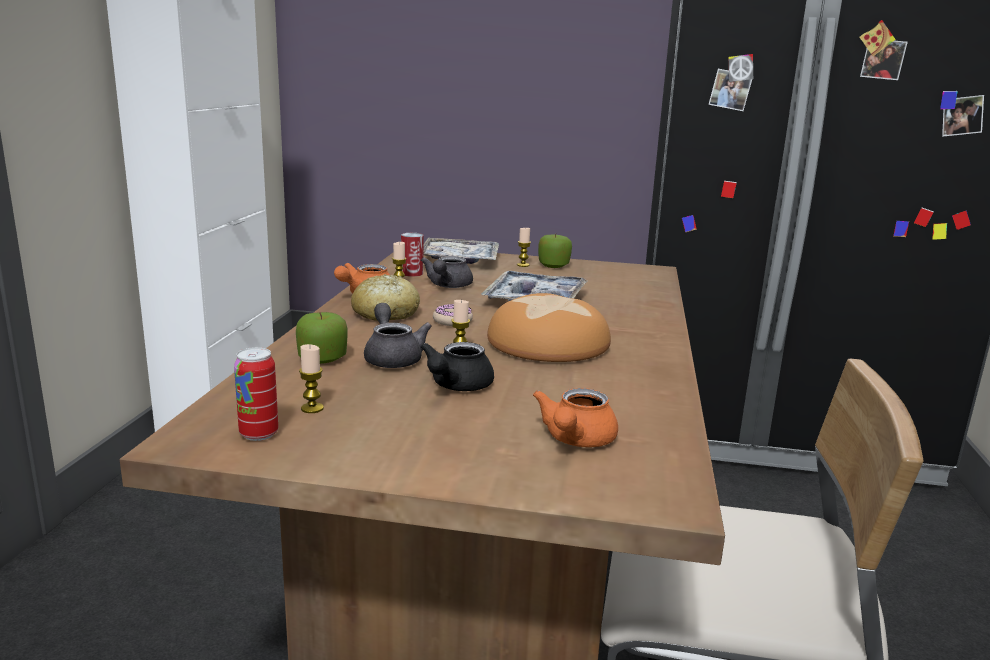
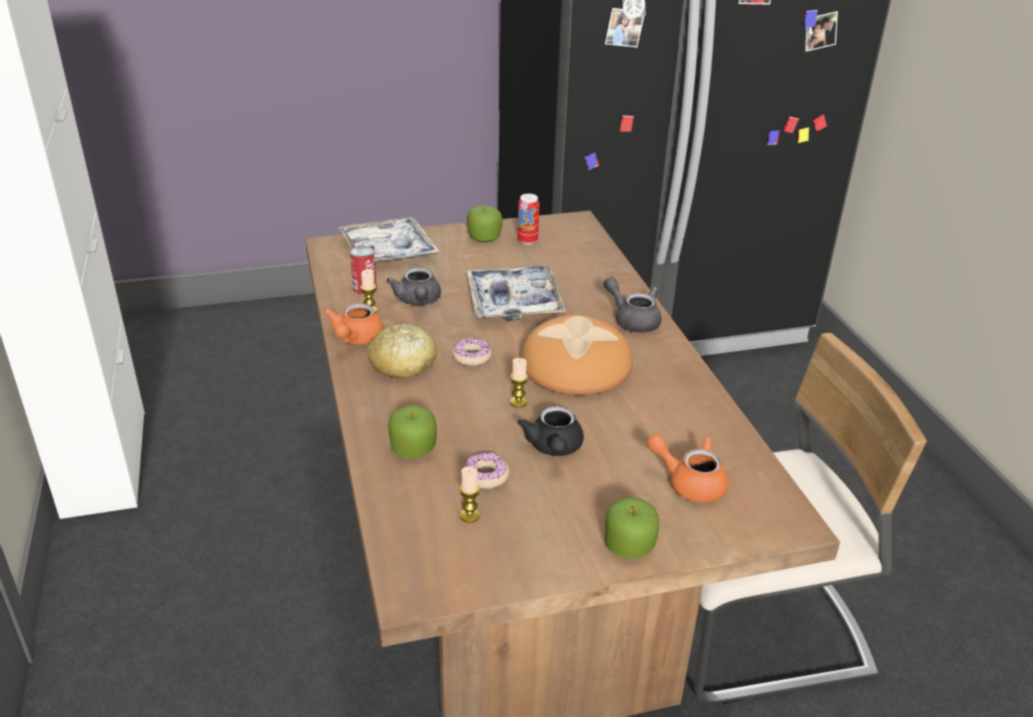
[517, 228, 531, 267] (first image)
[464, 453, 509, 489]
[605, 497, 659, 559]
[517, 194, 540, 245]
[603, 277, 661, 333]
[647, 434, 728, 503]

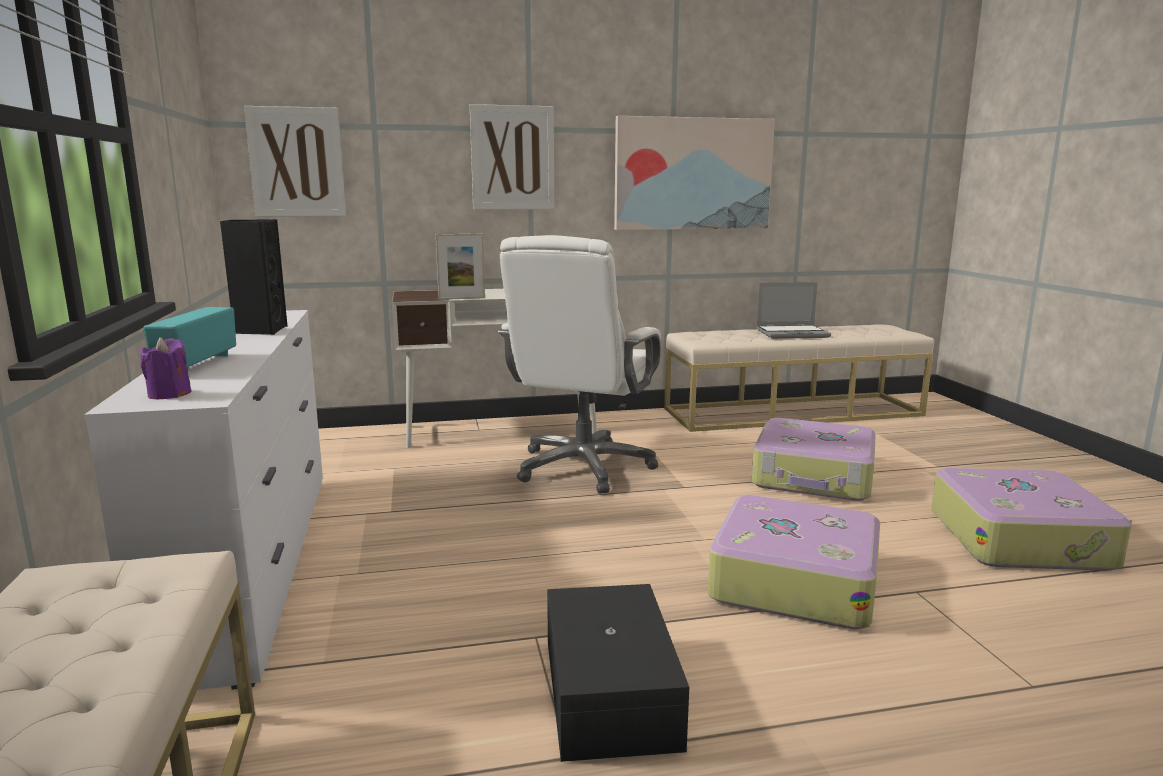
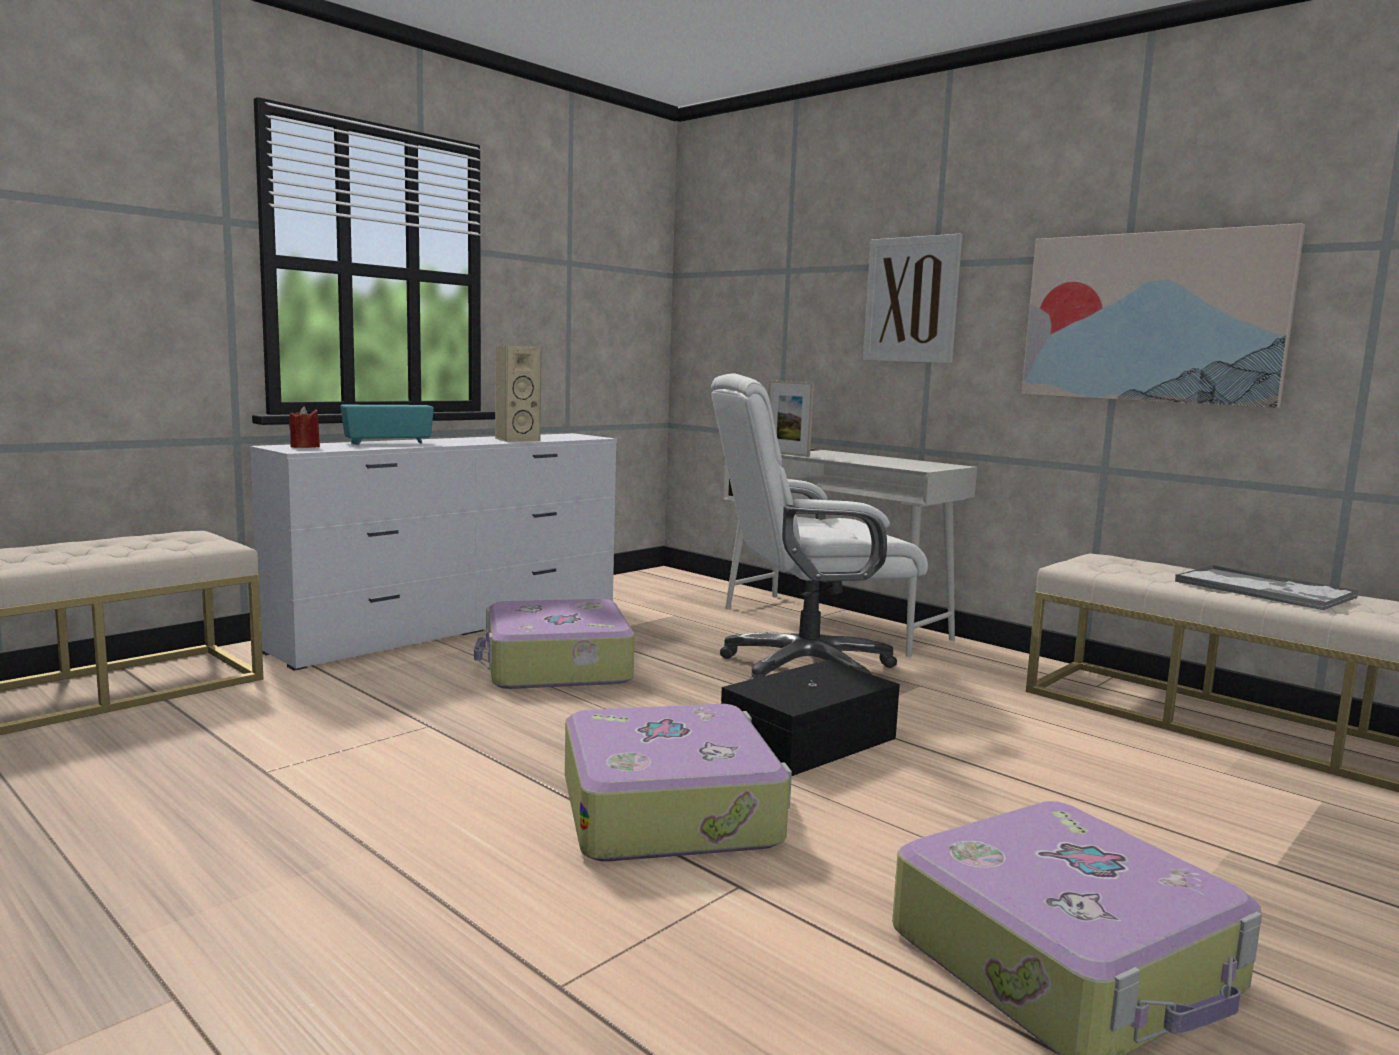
[244, 106, 346, 217] (first image)
[721, 660, 900, 776]
[474, 599, 635, 689]
[1175, 565, 1358, 611]
[289, 407, 320, 448]
[495, 345, 542, 442]

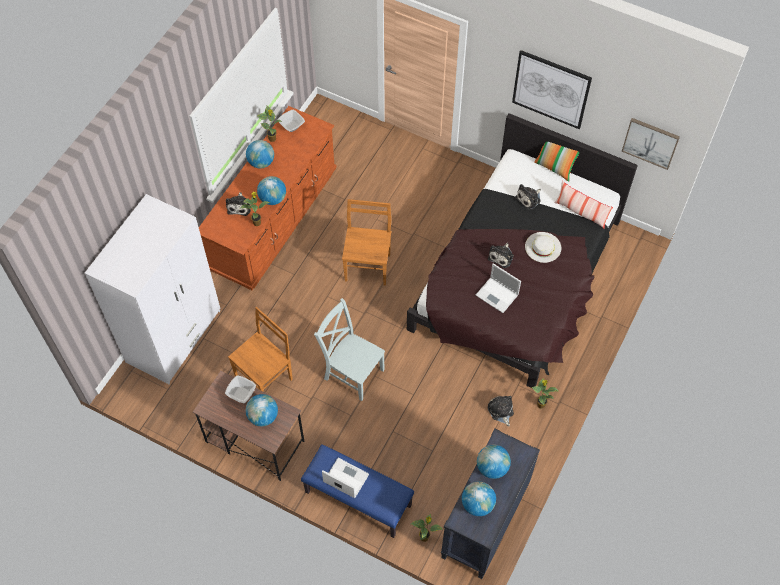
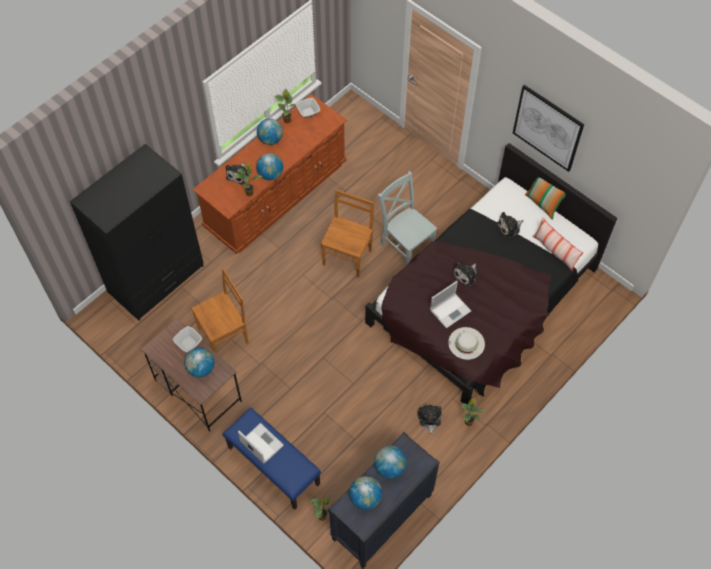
[622, 118, 680, 170] (first image)
[378, 171, 437, 265]
[448, 327, 485, 360]
[70, 144, 204, 321]
[430, 281, 471, 328]

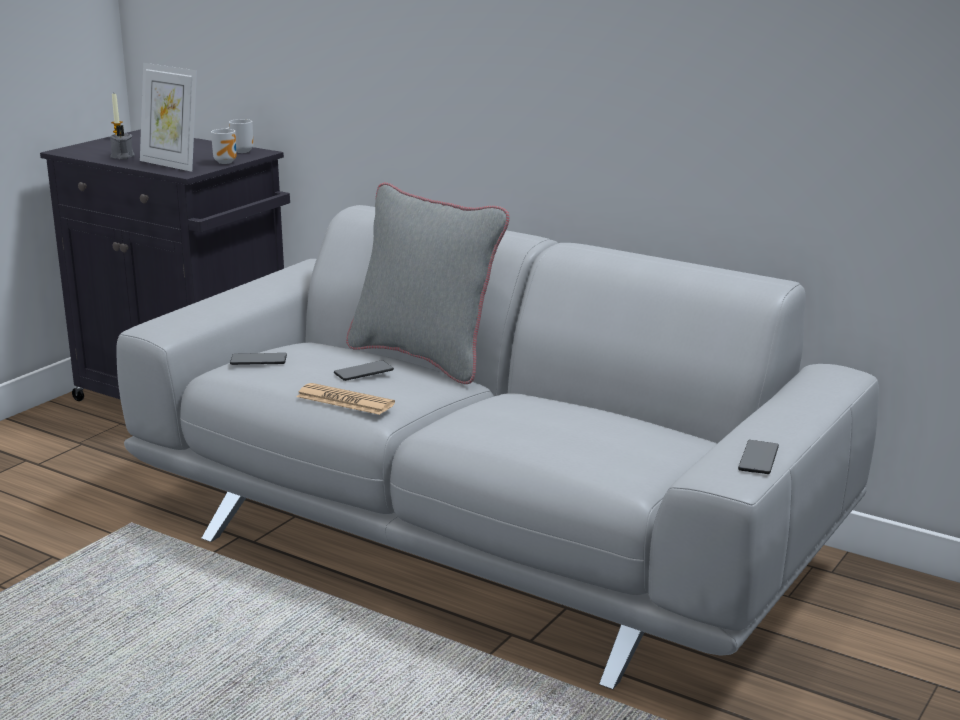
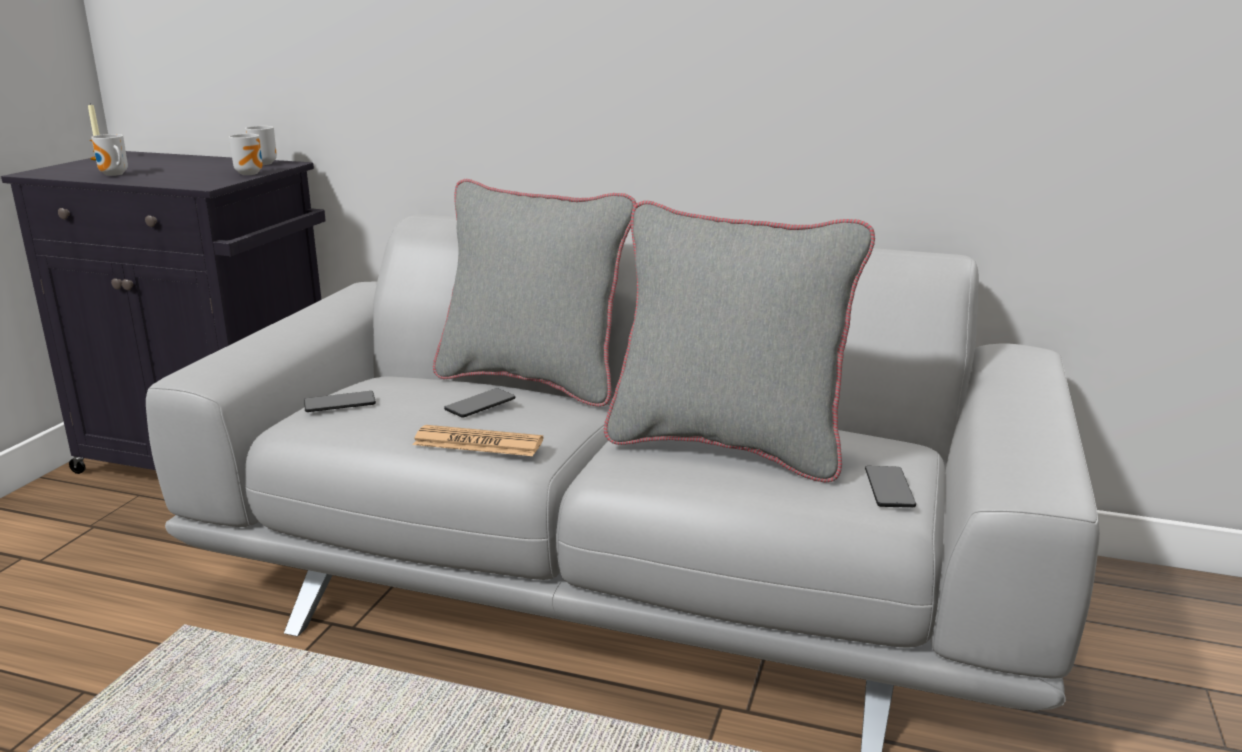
[140, 63, 197, 172] (first image)
[604, 201, 875, 483]
[865, 466, 916, 507]
[91, 134, 128, 176]

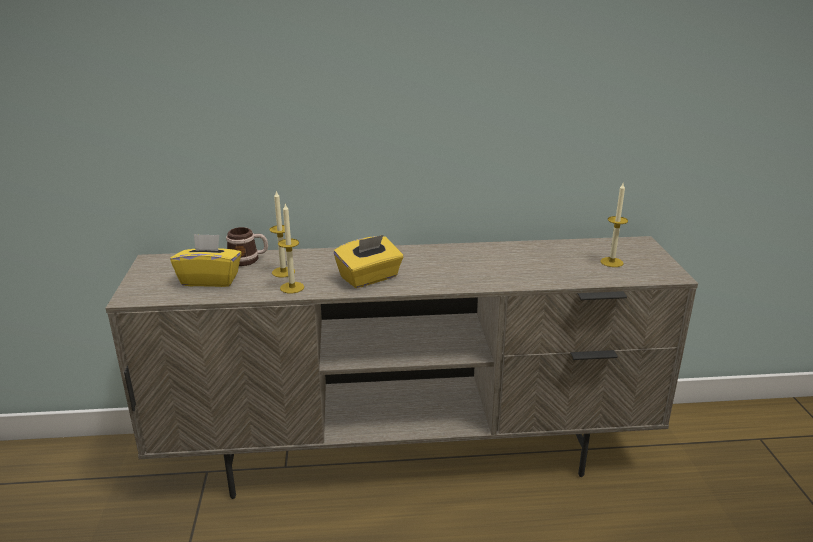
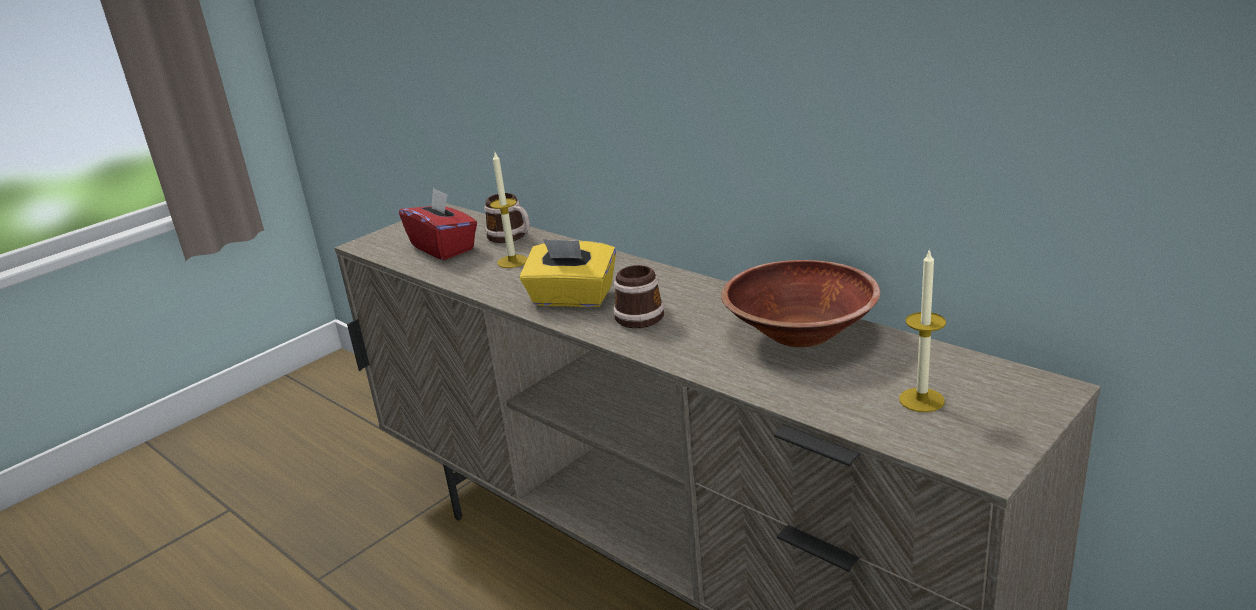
[278, 204, 304, 293] (first image)
[613, 265, 664, 328]
[721, 260, 880, 347]
[399, 187, 477, 260]

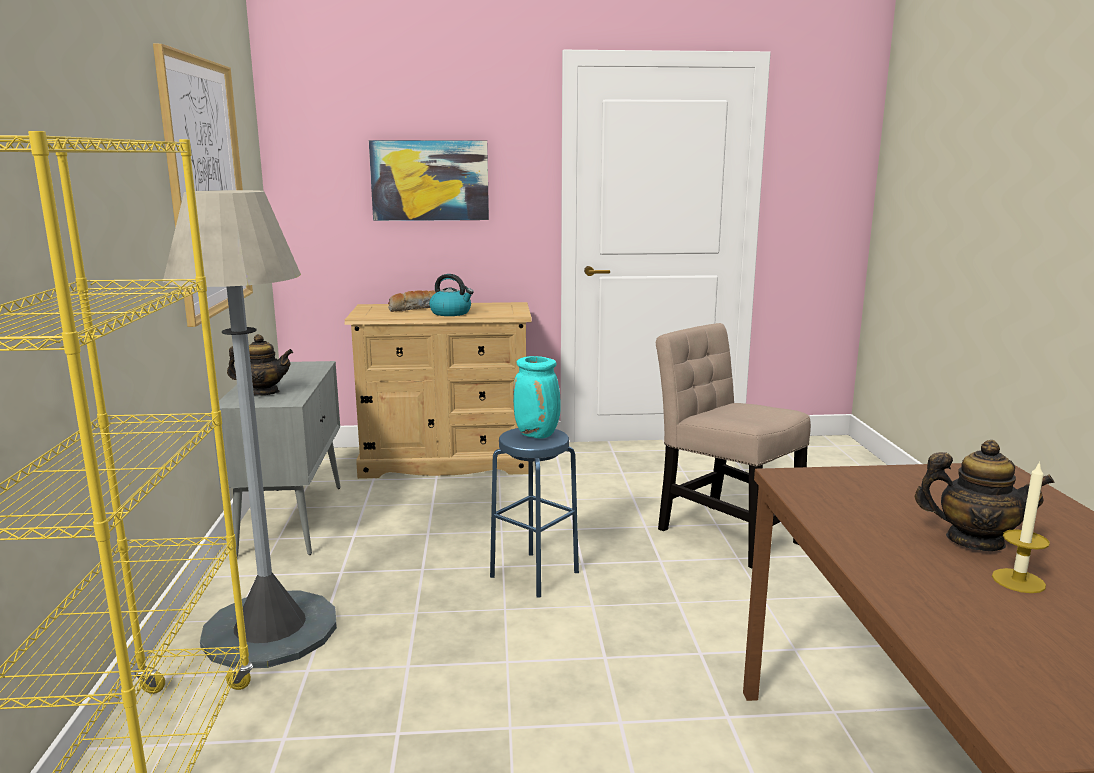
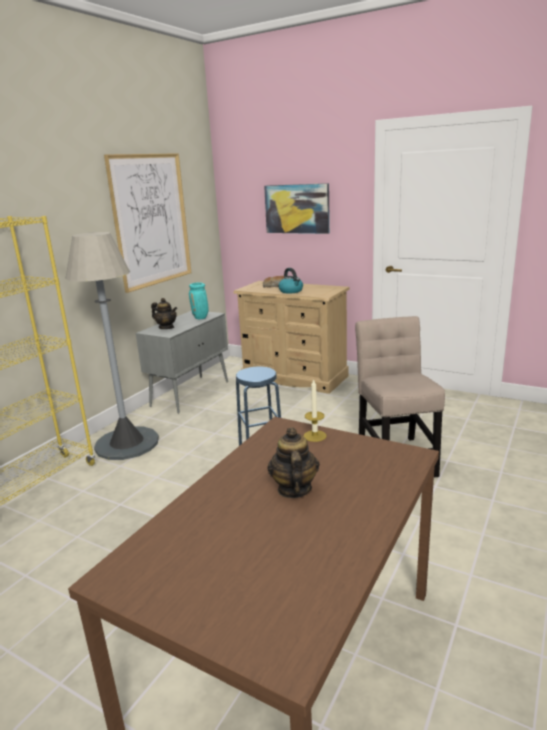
[189, 282, 209, 319]
[304, 379, 327, 442]
[267, 427, 320, 498]

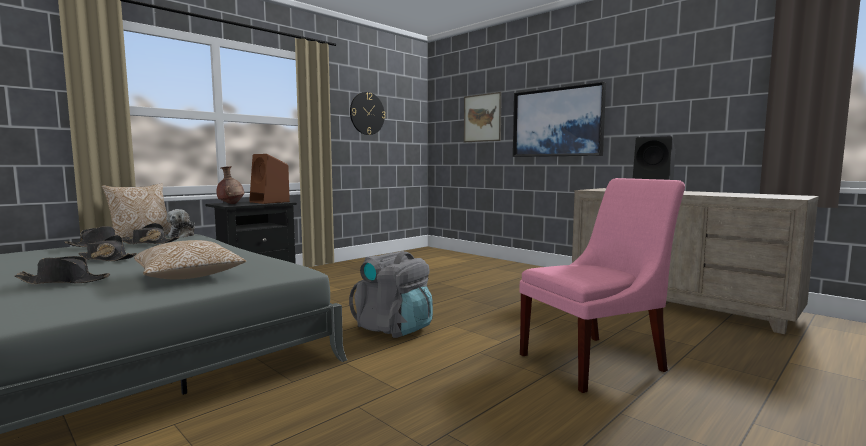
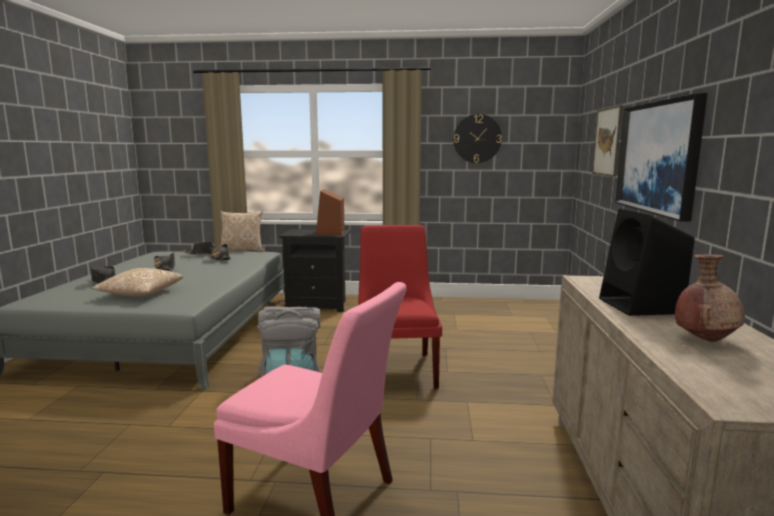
[166, 209, 195, 238] (first image)
[358, 225, 442, 389]
[675, 255, 745, 342]

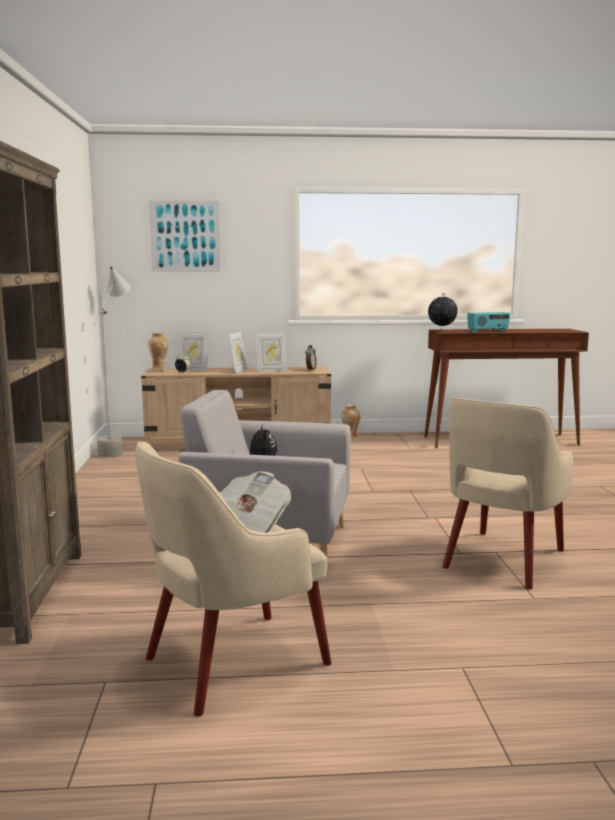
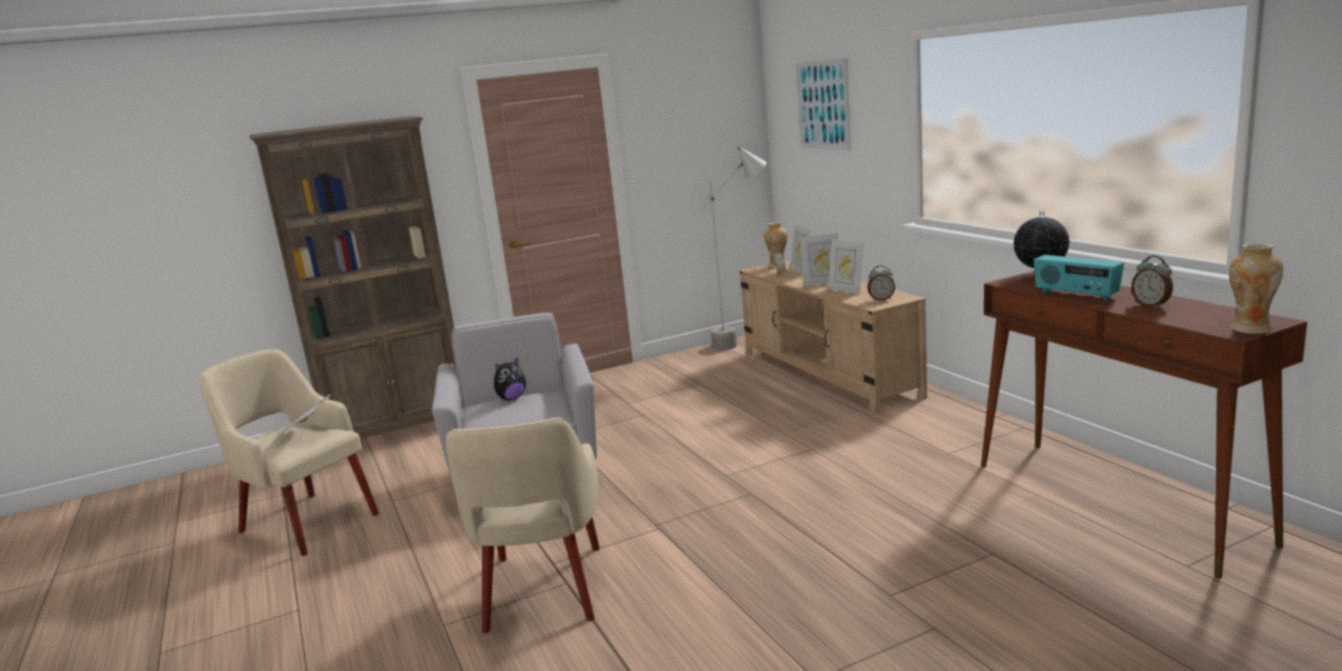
[1131, 256, 1173, 308]
[1229, 243, 1283, 334]
[446, 418, 600, 633]

